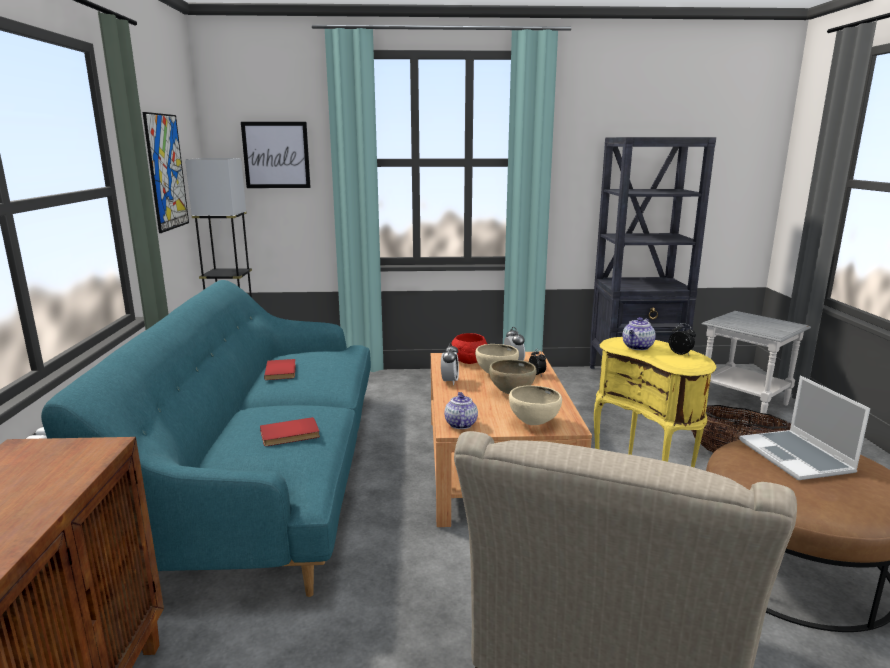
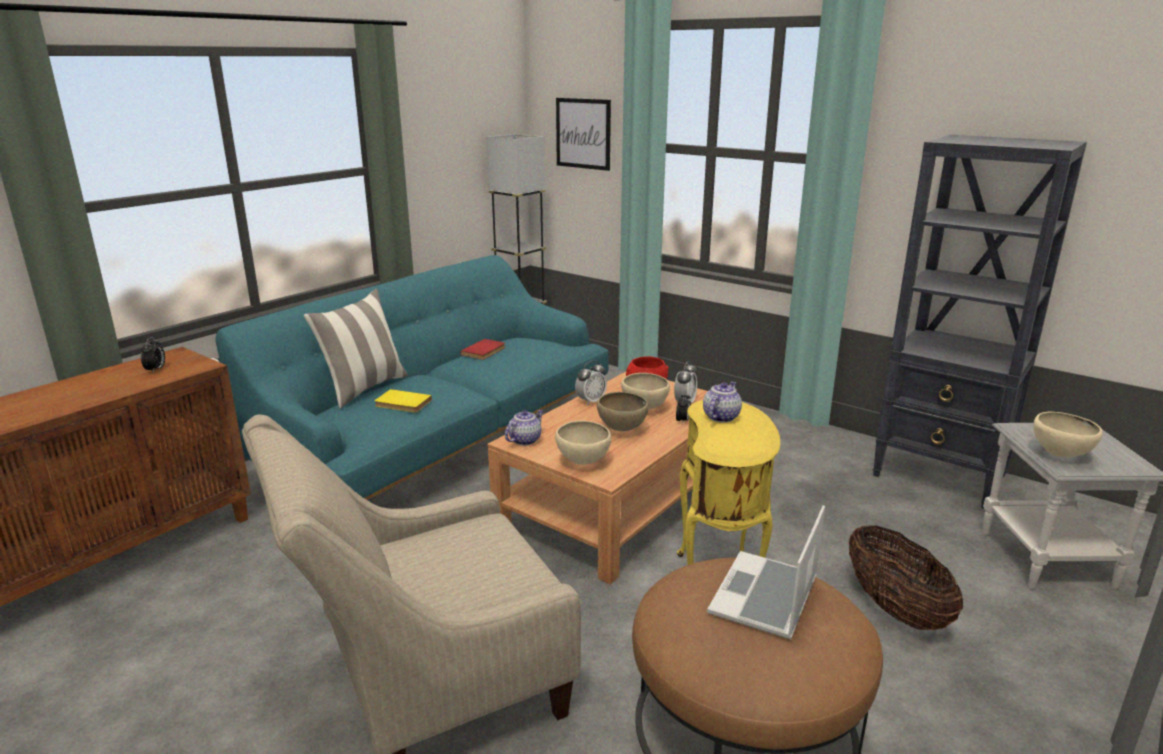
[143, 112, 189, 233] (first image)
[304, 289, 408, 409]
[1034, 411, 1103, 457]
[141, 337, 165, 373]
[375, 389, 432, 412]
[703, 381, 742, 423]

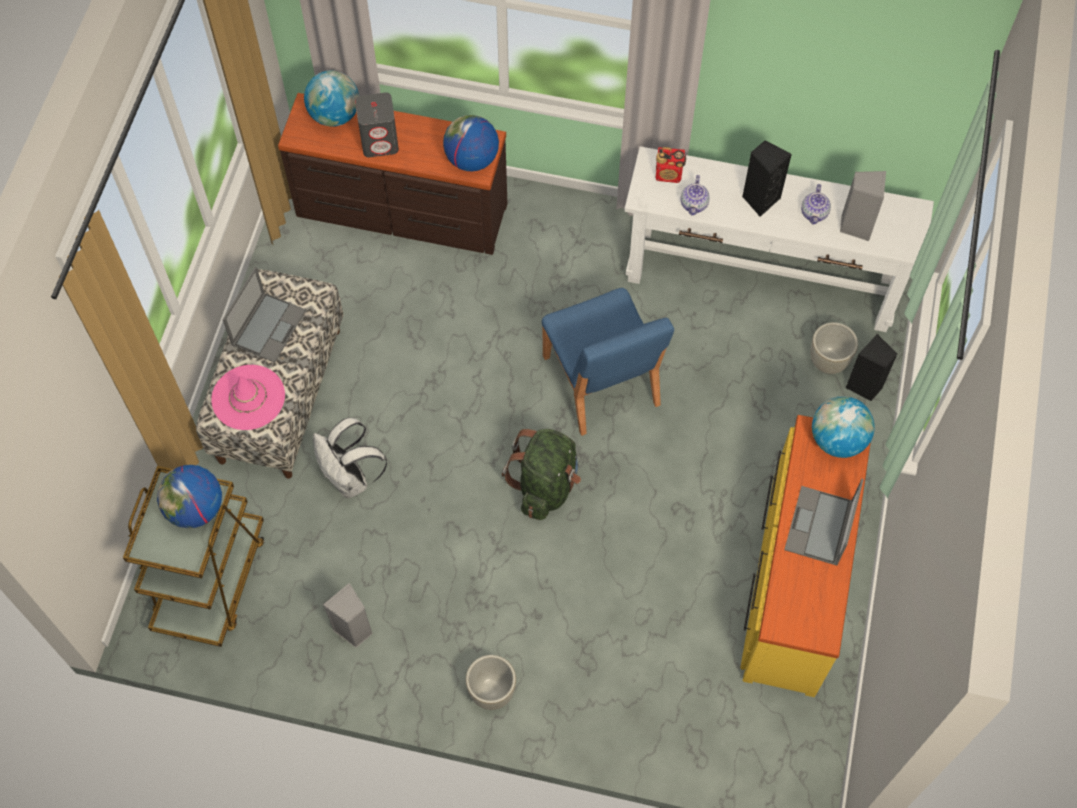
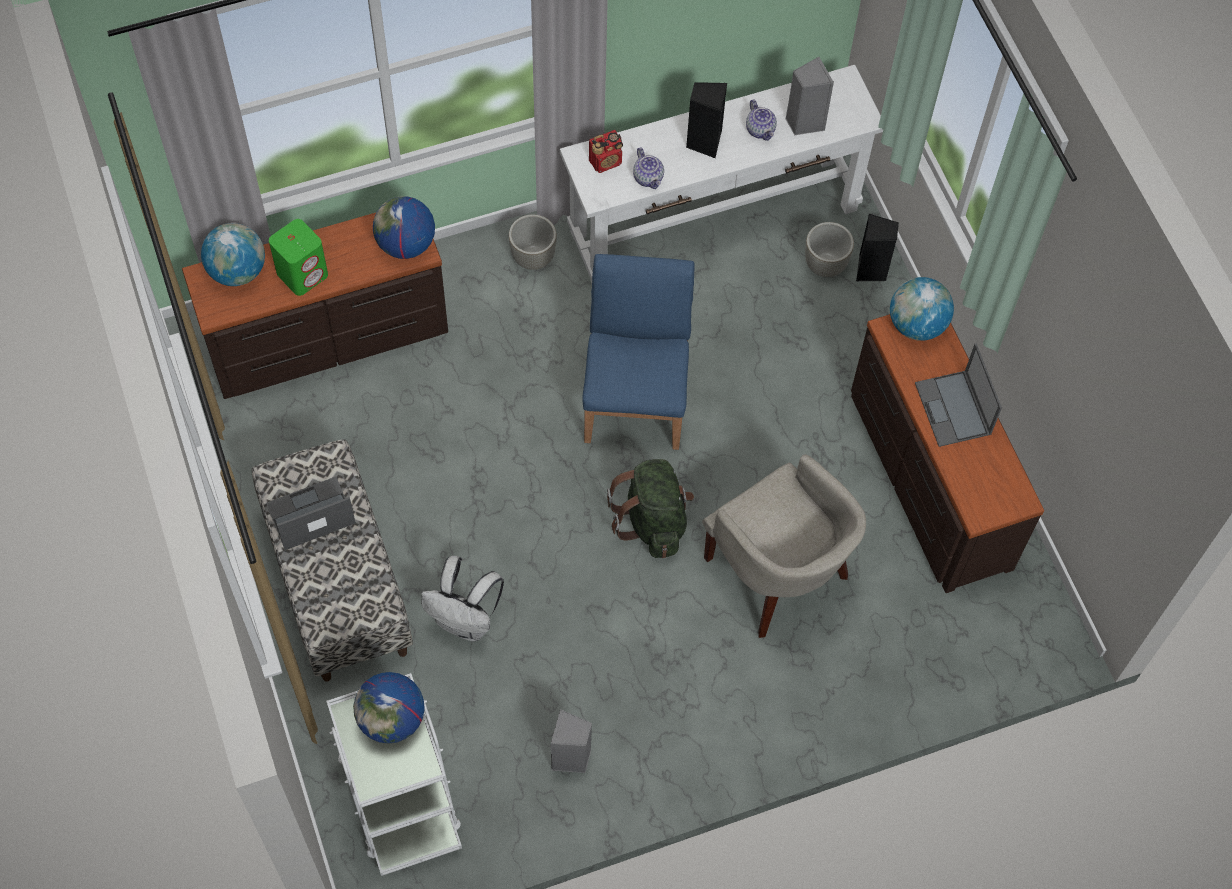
[211, 365, 285, 430] (first image)
[702, 454, 866, 638]
[509, 214, 557, 270]
[326, 673, 462, 876]
[269, 219, 328, 296]
[851, 314, 1045, 593]
[266, 477, 356, 550]
[582, 254, 695, 450]

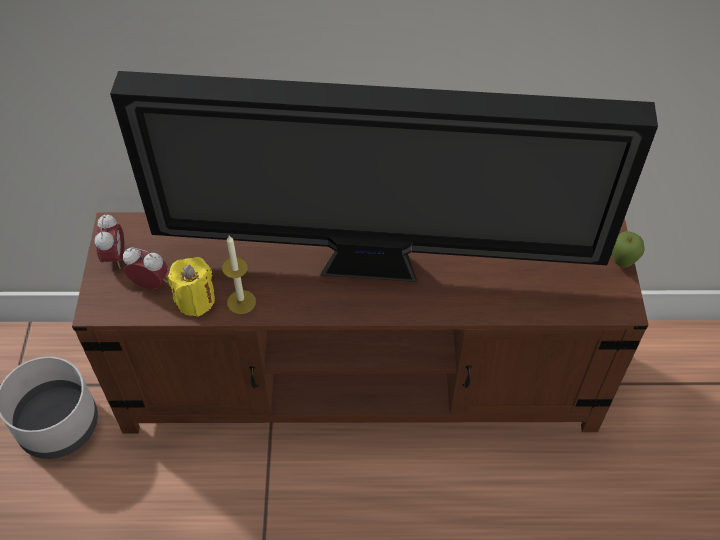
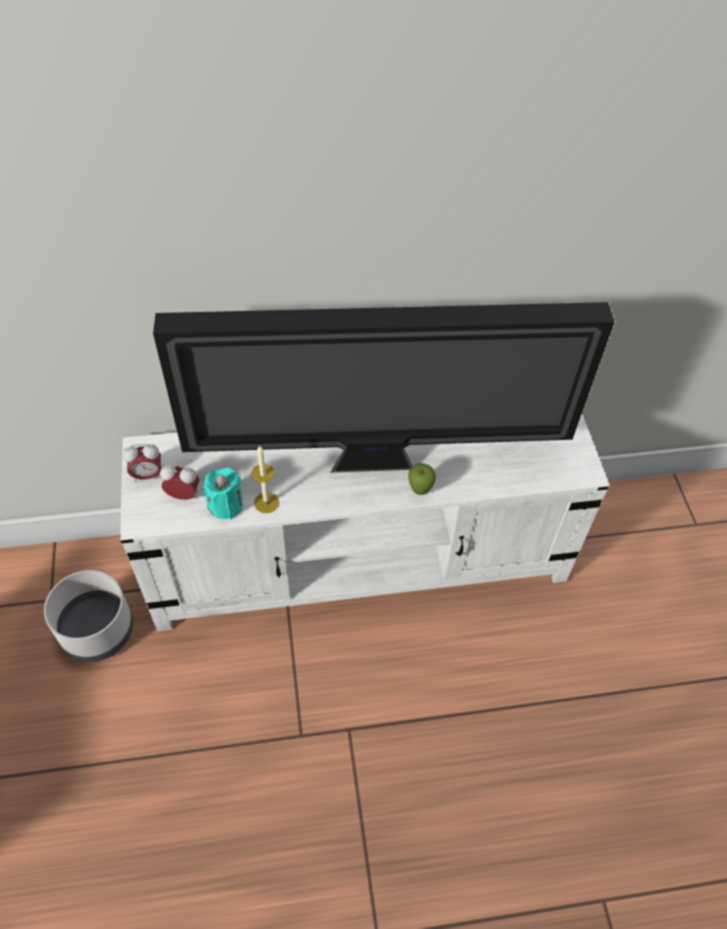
[408, 463, 436, 495]
[120, 414, 610, 631]
[203, 467, 243, 519]
[123, 444, 161, 482]

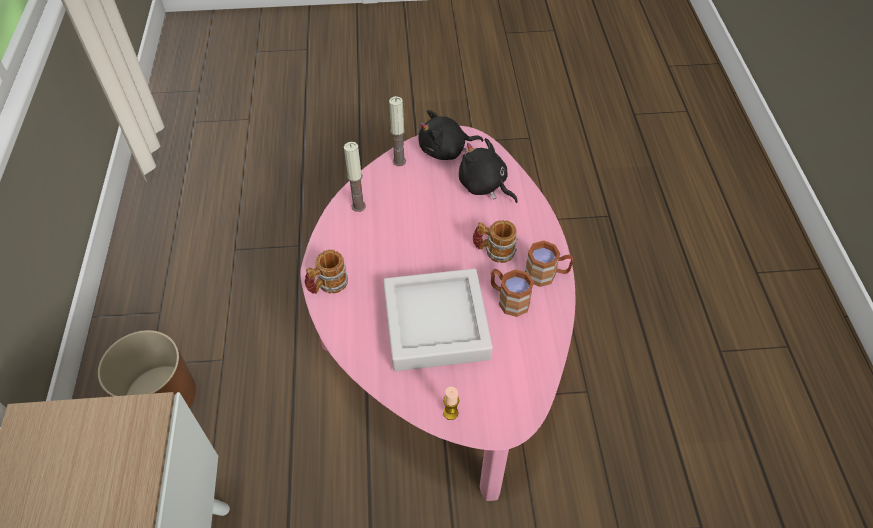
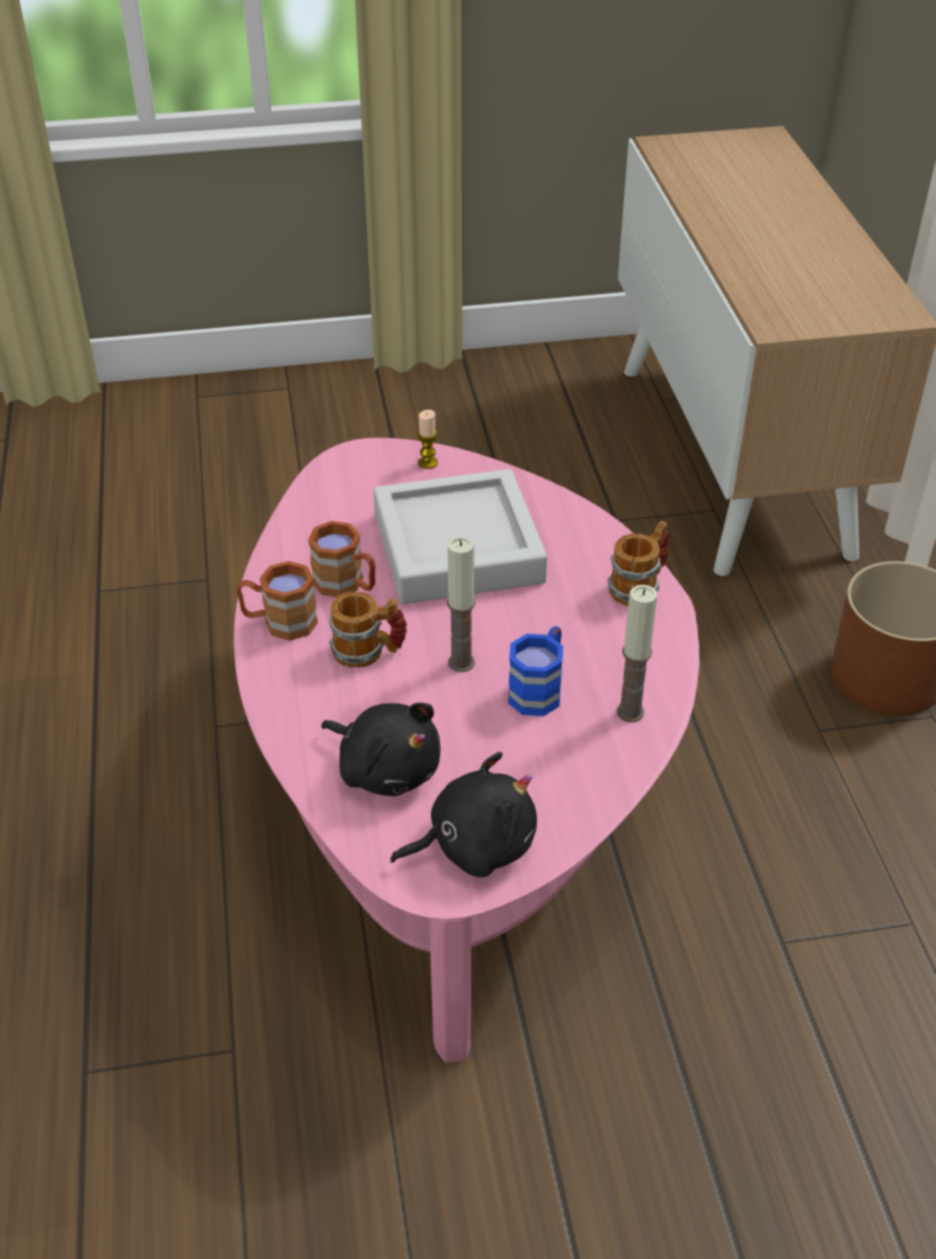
[508, 626, 563, 716]
[447, 536, 476, 672]

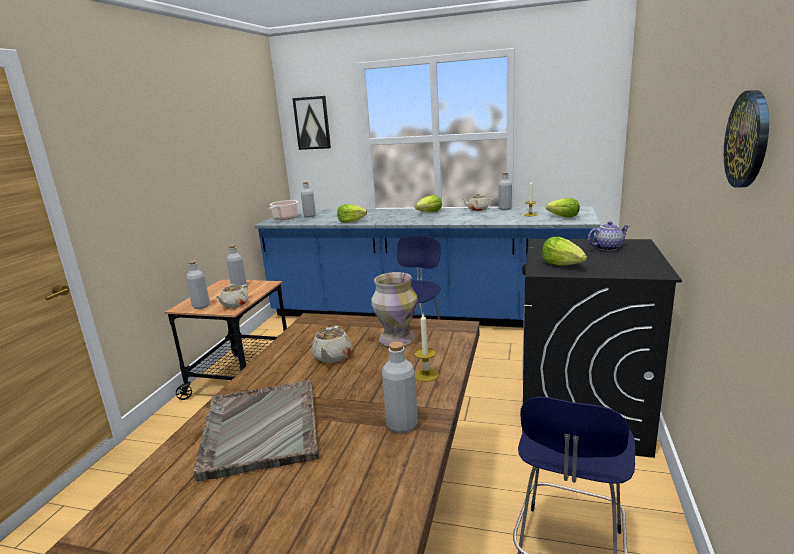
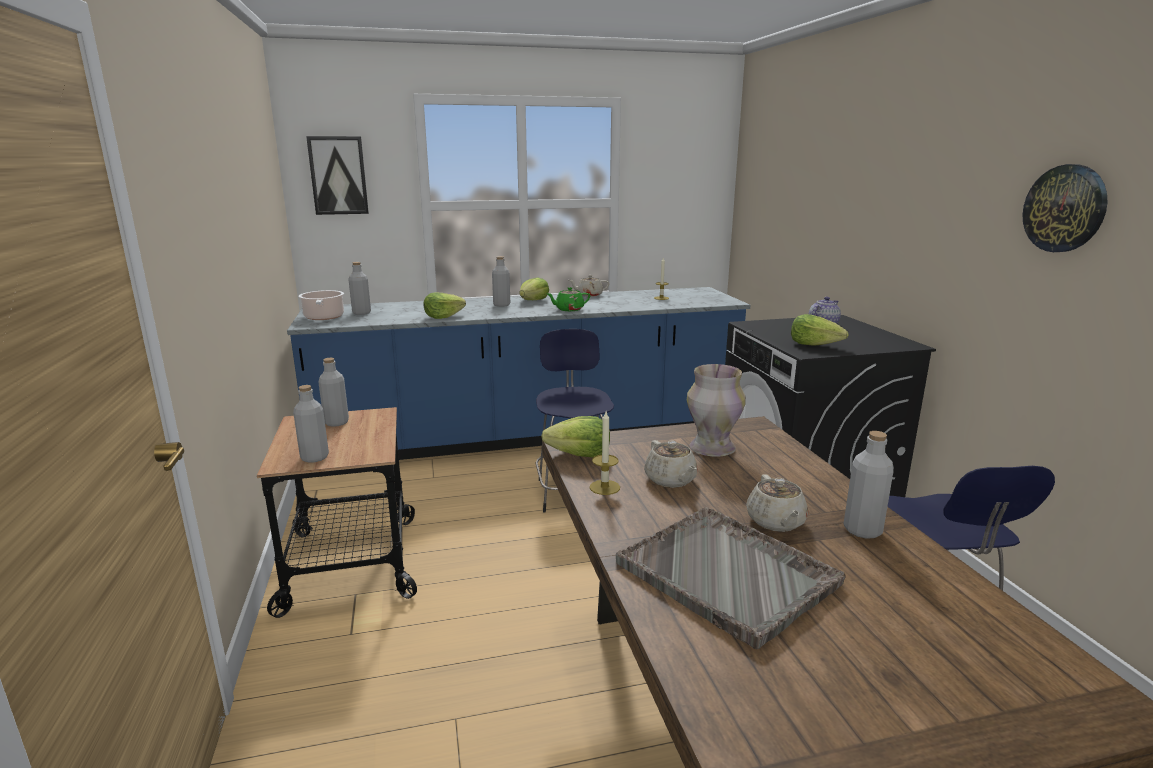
[547, 287, 590, 311]
[746, 474, 808, 532]
[590, 412, 620, 495]
[492, 256, 510, 307]
[541, 416, 610, 457]

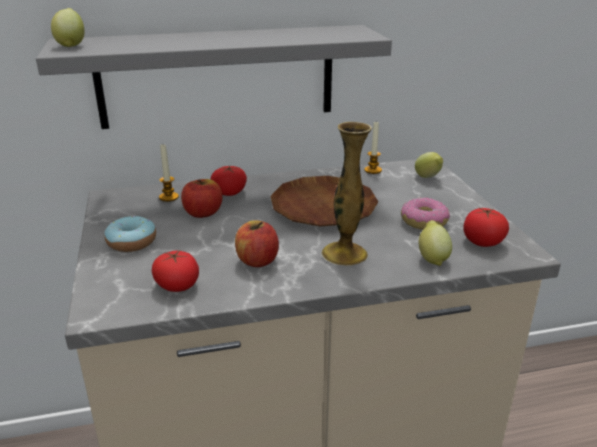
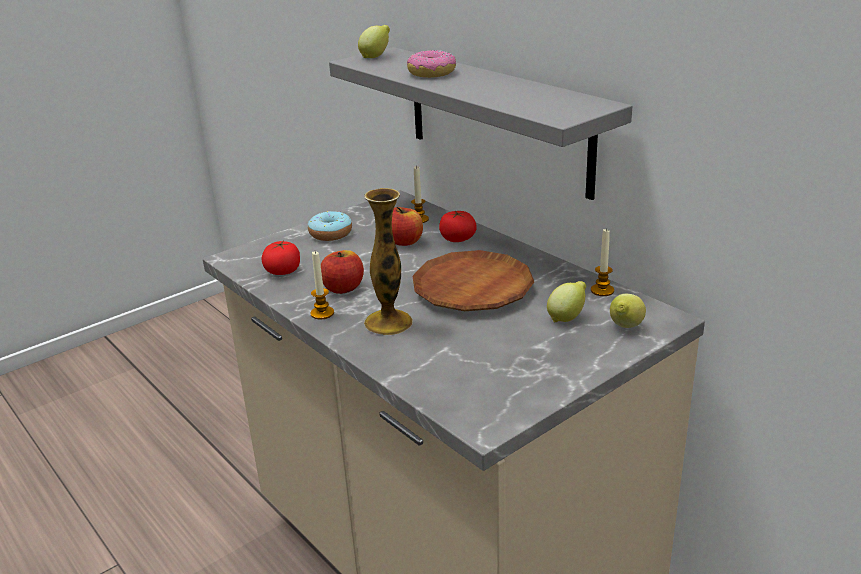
[464, 207, 509, 247] (first image)
[310, 251, 334, 320]
[407, 50, 456, 78]
[547, 281, 586, 322]

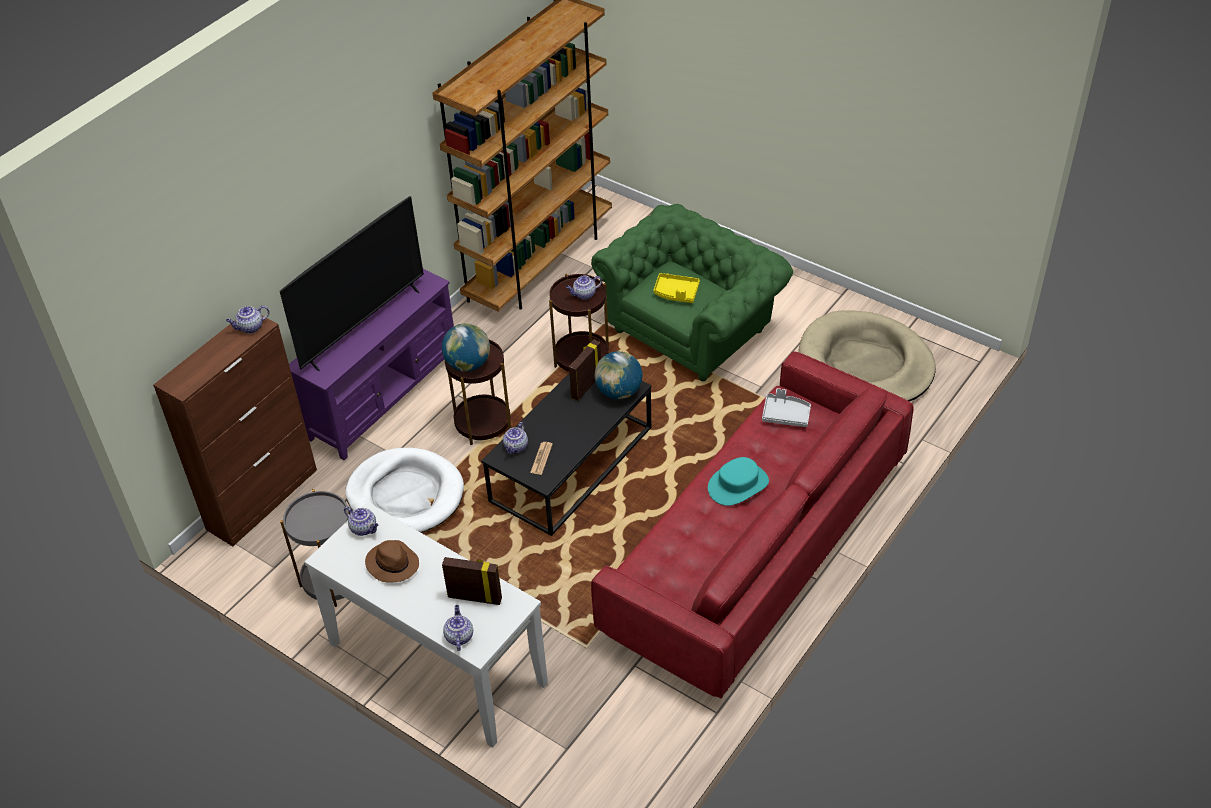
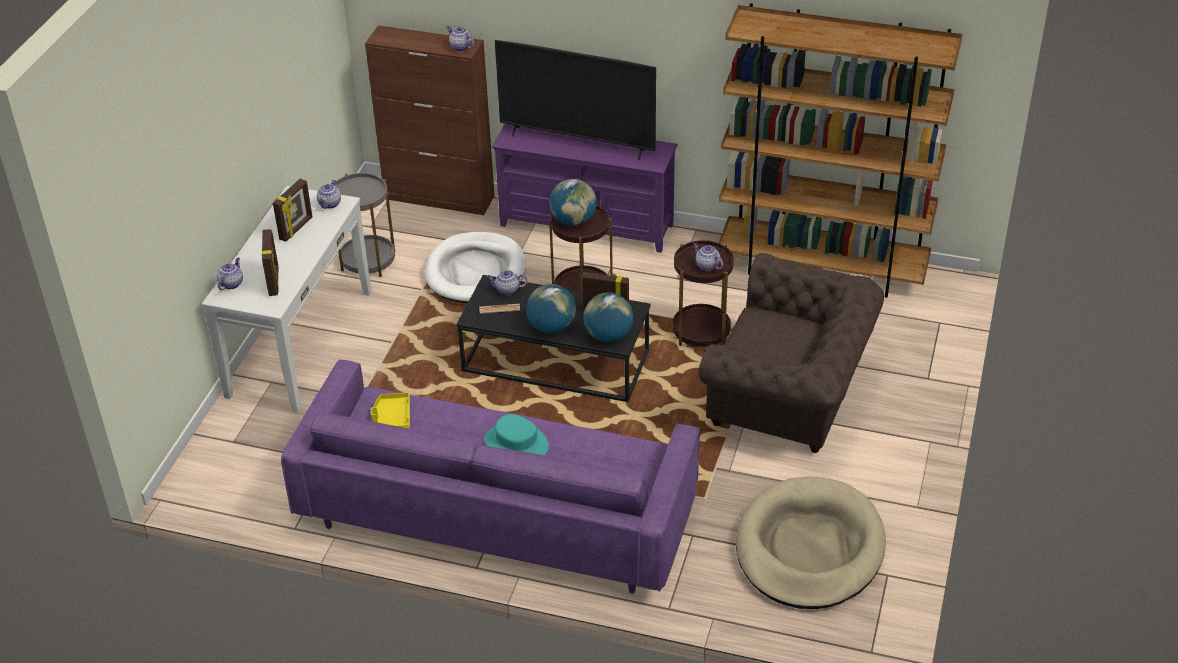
[762, 388, 811, 427] (first image)
[526, 284, 576, 334]
[371, 393, 410, 429]
[273, 179, 312, 242]
[699, 253, 884, 453]
[281, 360, 700, 594]
[217, 258, 243, 290]

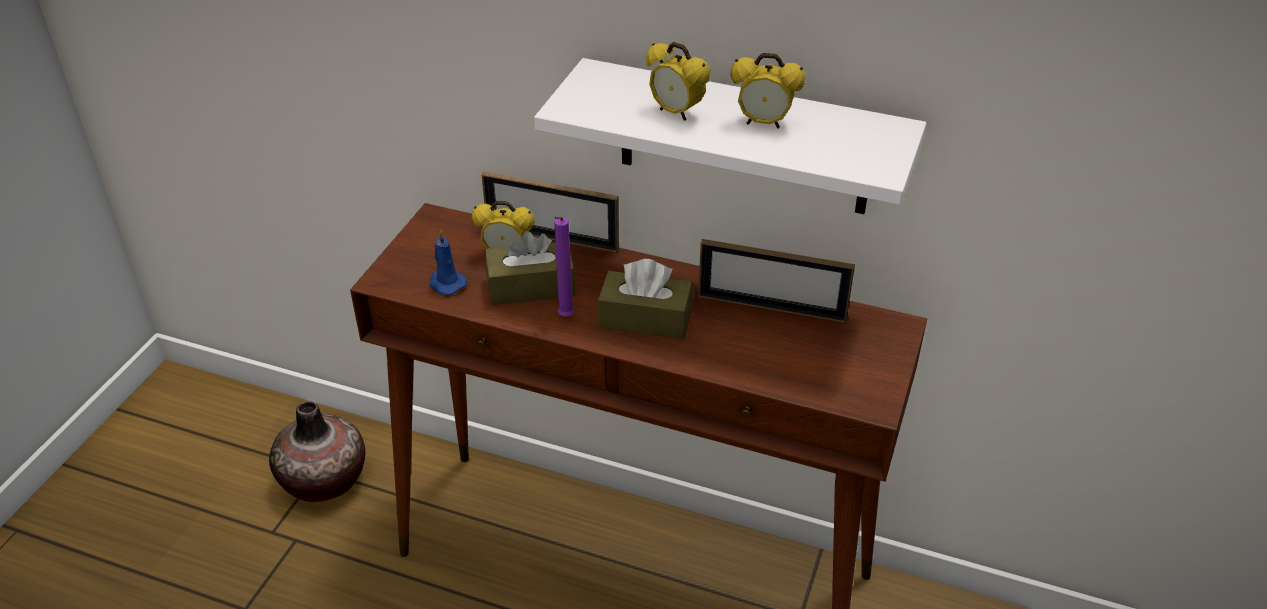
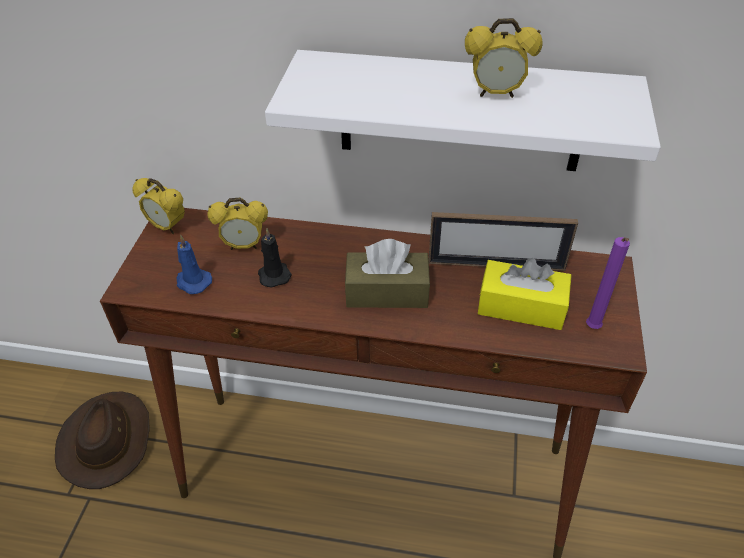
[481, 171, 619, 253] (first image)
[478, 258, 572, 330]
[586, 237, 630, 329]
[132, 178, 185, 234]
[55, 392, 149, 489]
[258, 228, 292, 288]

